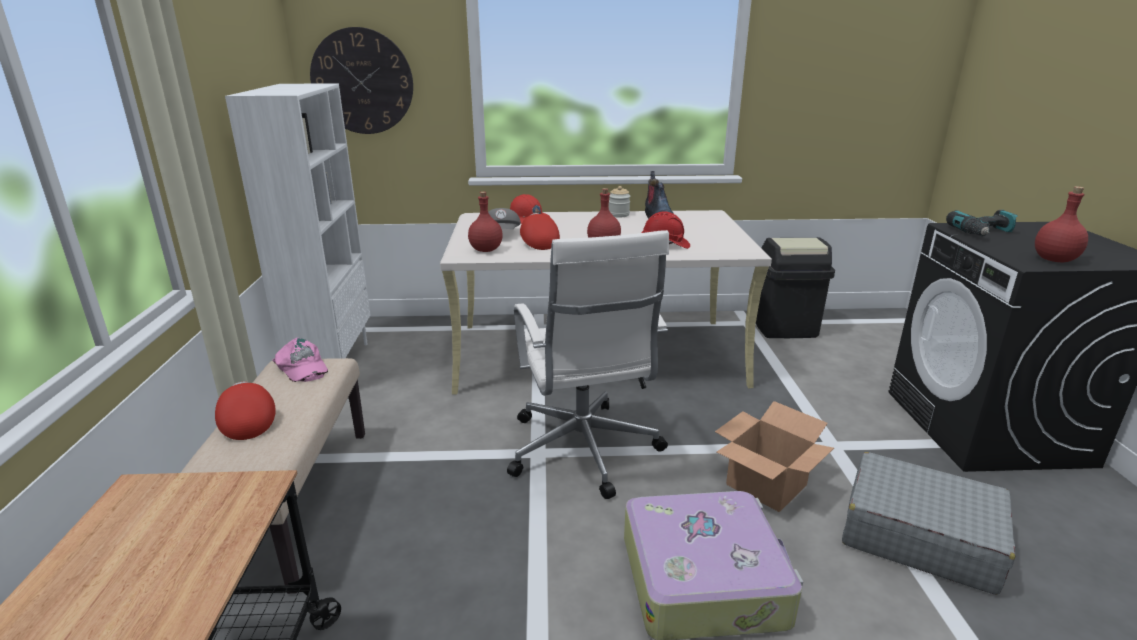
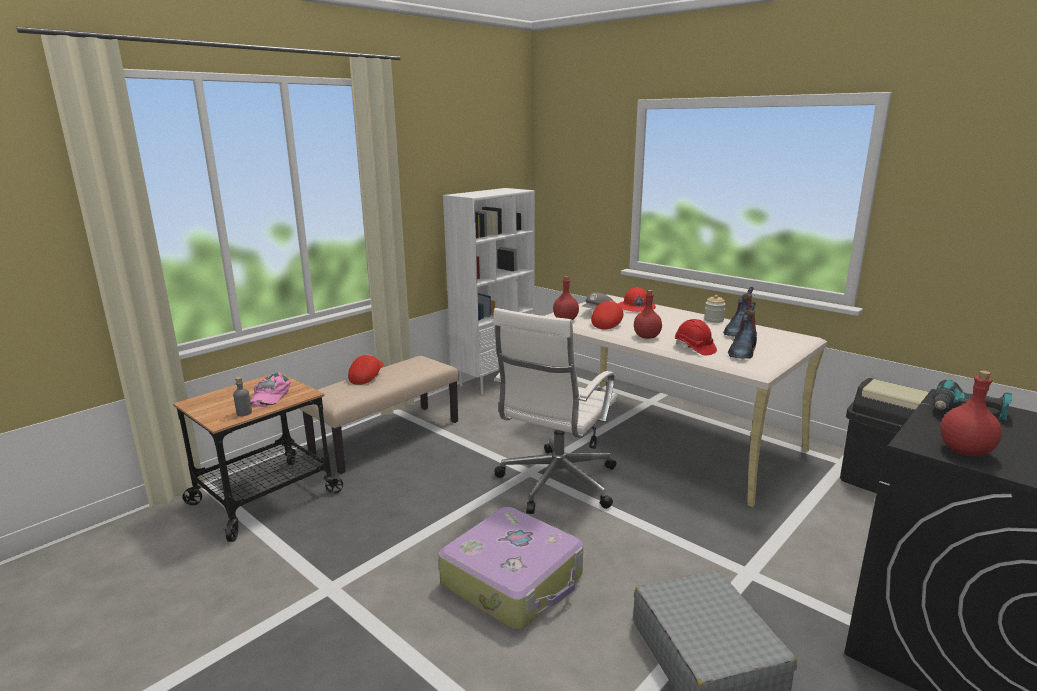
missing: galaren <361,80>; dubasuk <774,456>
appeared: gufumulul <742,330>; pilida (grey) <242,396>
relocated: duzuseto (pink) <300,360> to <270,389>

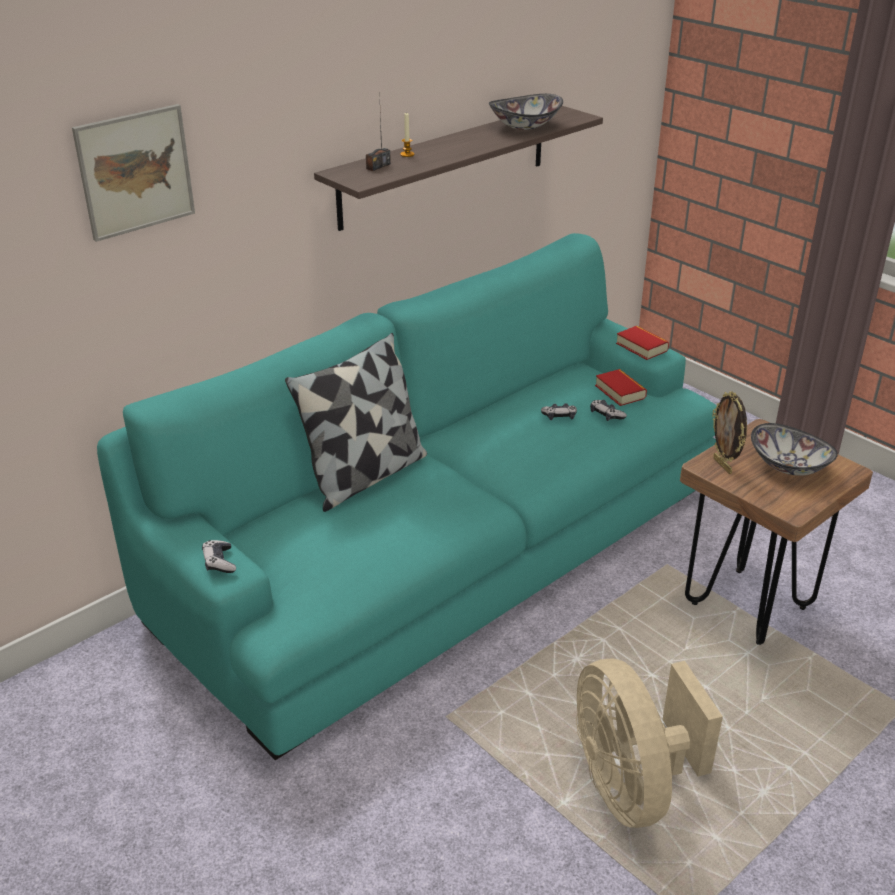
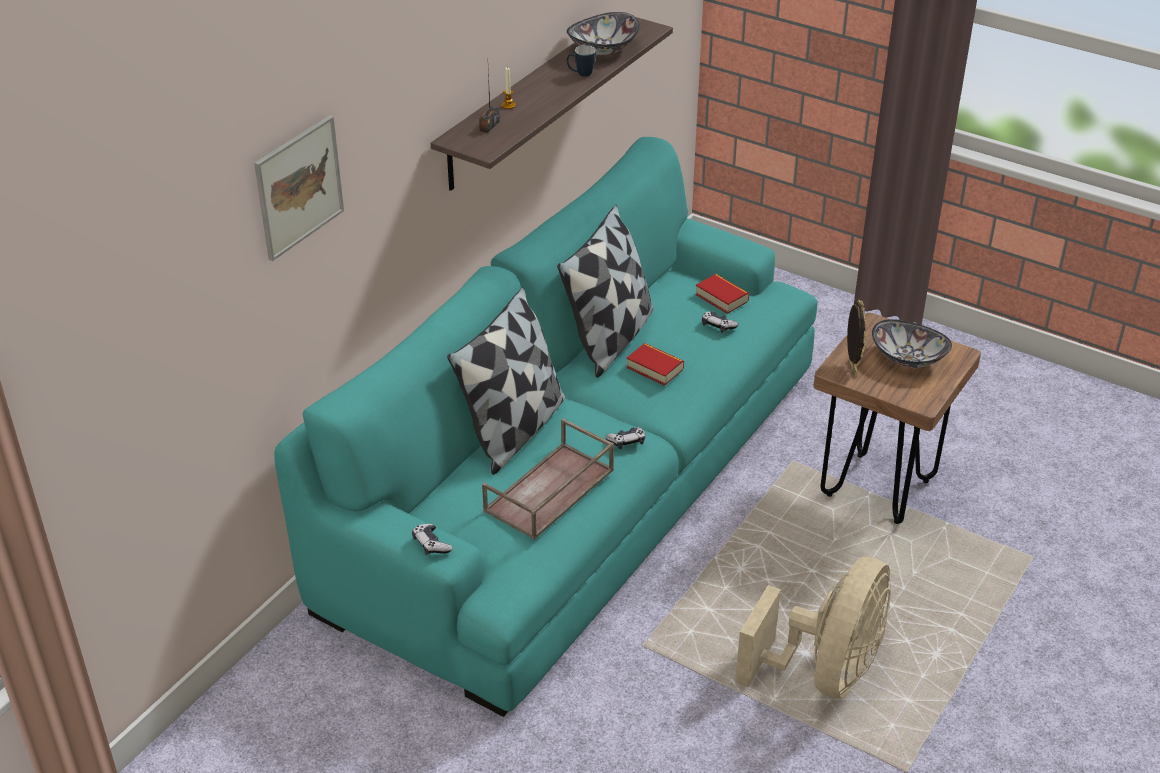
appeared: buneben <581,61>; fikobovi <605,291>; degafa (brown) <548,479>
relocated: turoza <642,343> to <655,364>; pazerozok <559,411> to <625,438>
spun: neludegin <729,432> = <856,338> 150 degrees counterclockwise; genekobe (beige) <649,743> = <813,628> 120 degrees counterclockwise

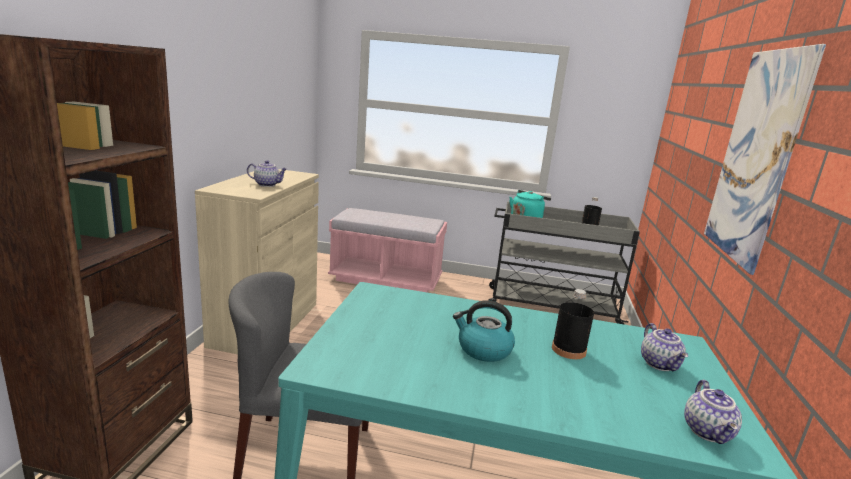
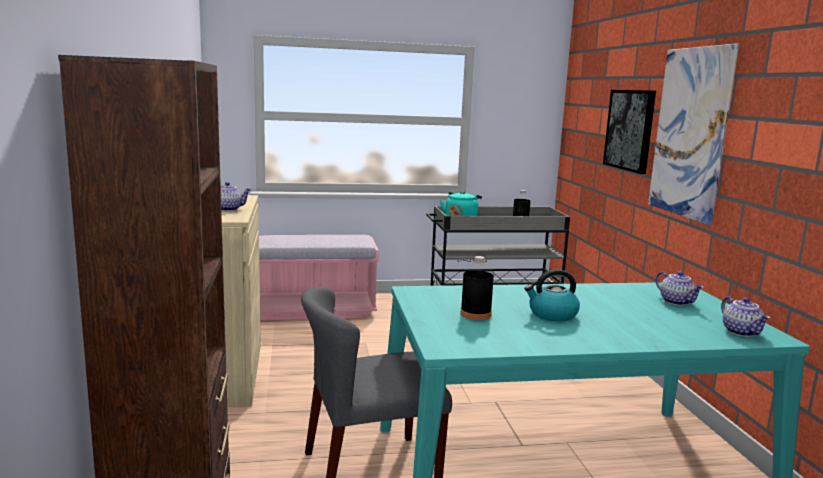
appeared: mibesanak <629,132>
relocated: pilida (black) <573,324> to <477,288>

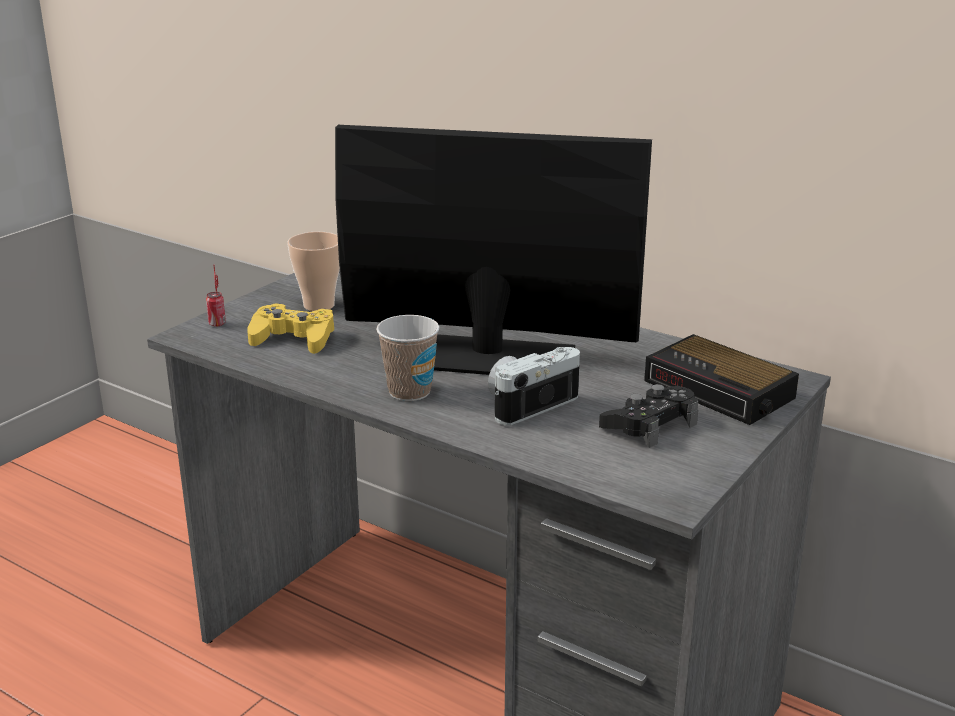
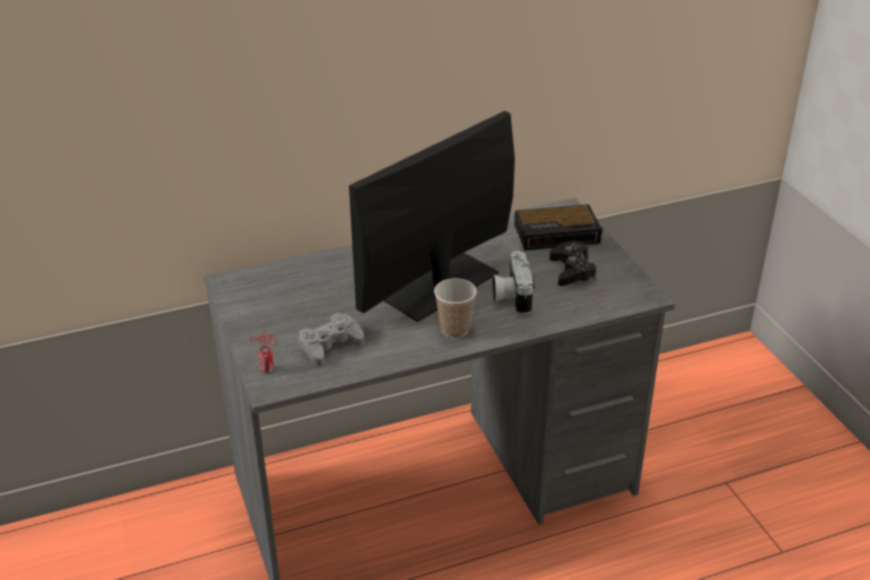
missing: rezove <313,271>
colour: pazerozok (yellow) <290,328> to pazerozok (grey) <331,340>

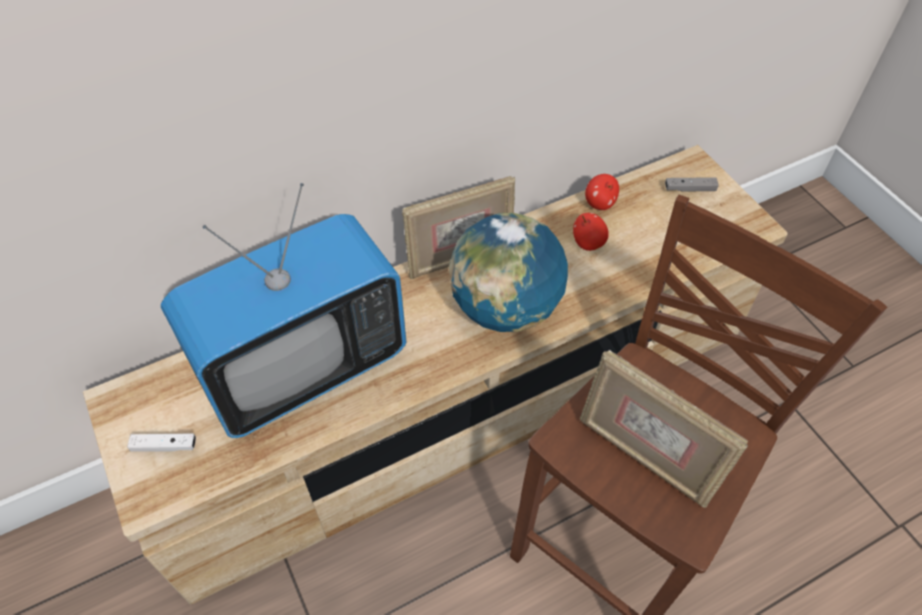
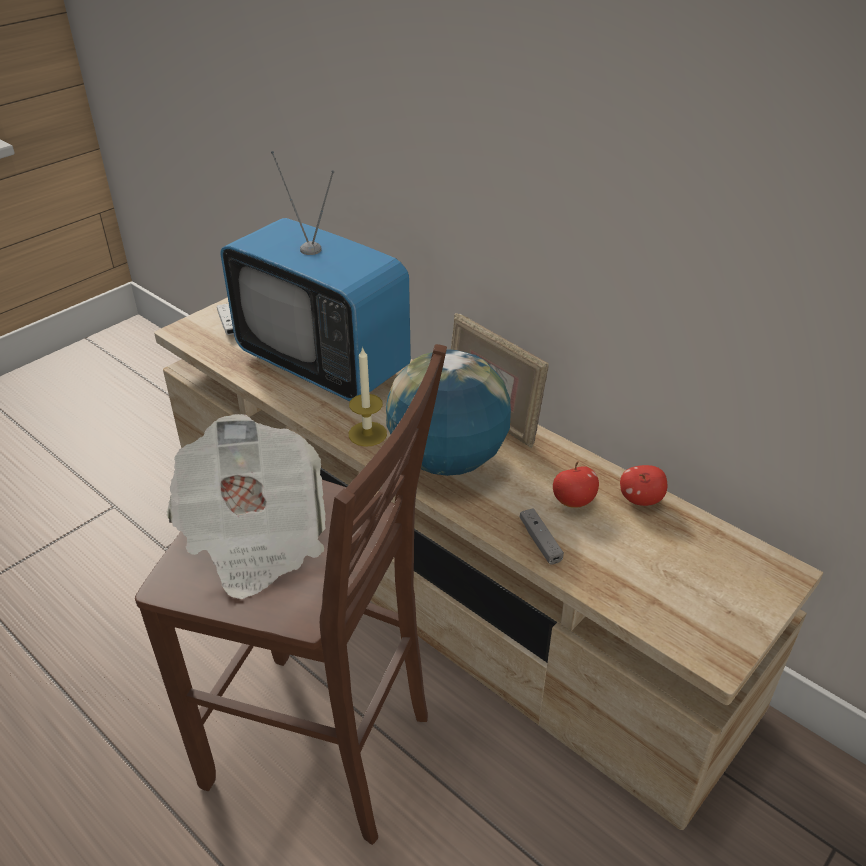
appeared: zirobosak <368,396>
relocated: pazerozok (grey) <692,184> to <541,536>
exchanged: neludegin <664,429> to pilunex <246,506>

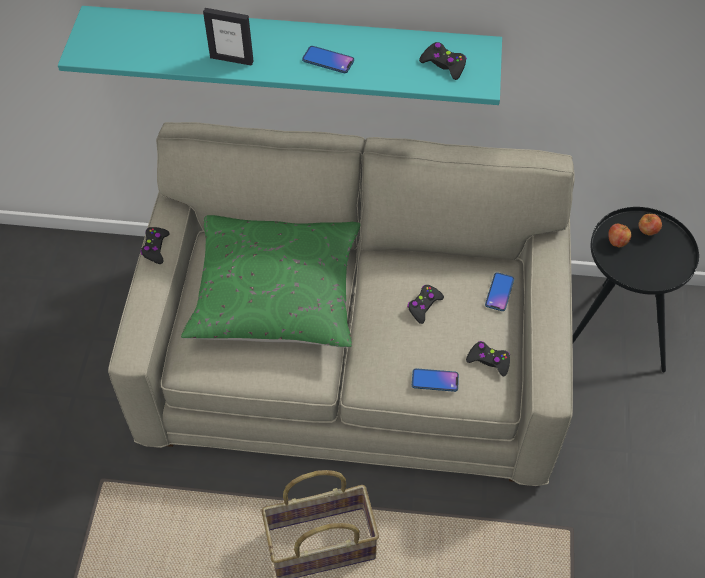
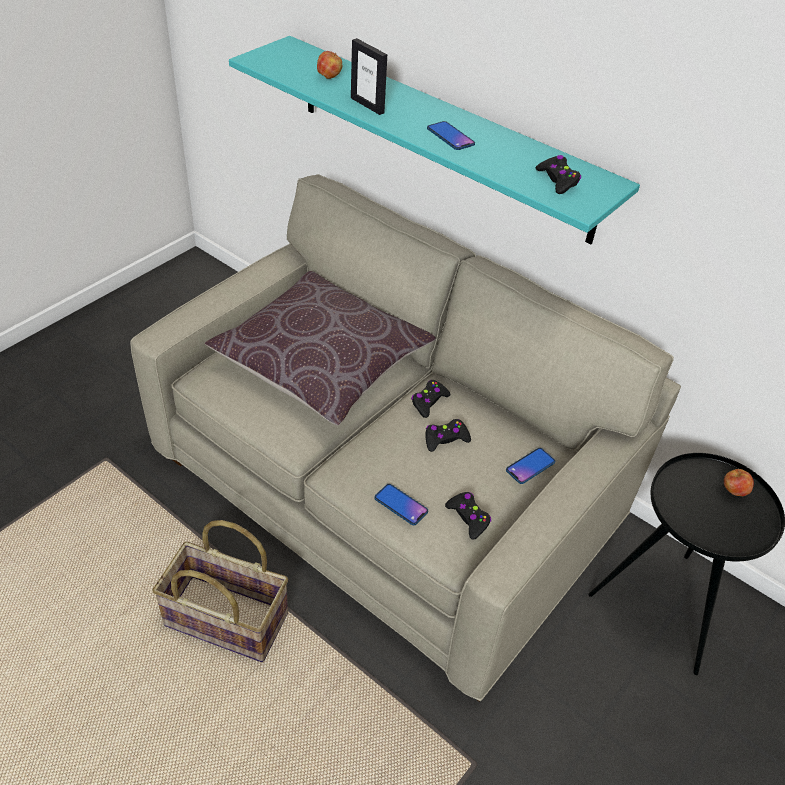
relocated: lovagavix <620,236> to <329,65>; pazerozok (black) <155,245> to <431,399>
colour: fikobovi (green) <270,281> to fikobovi (brown) <320,348>

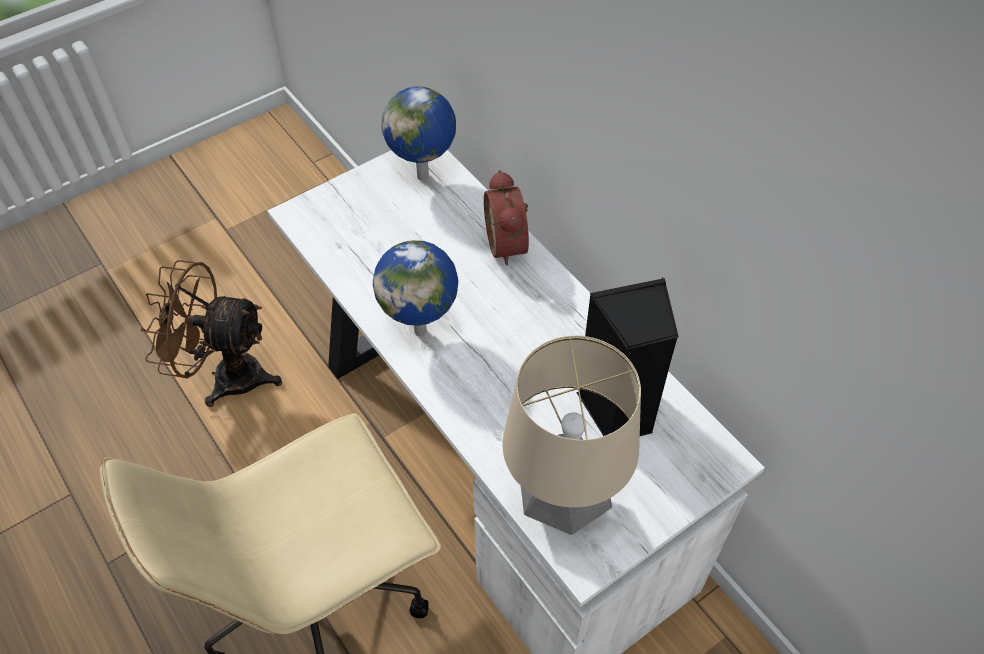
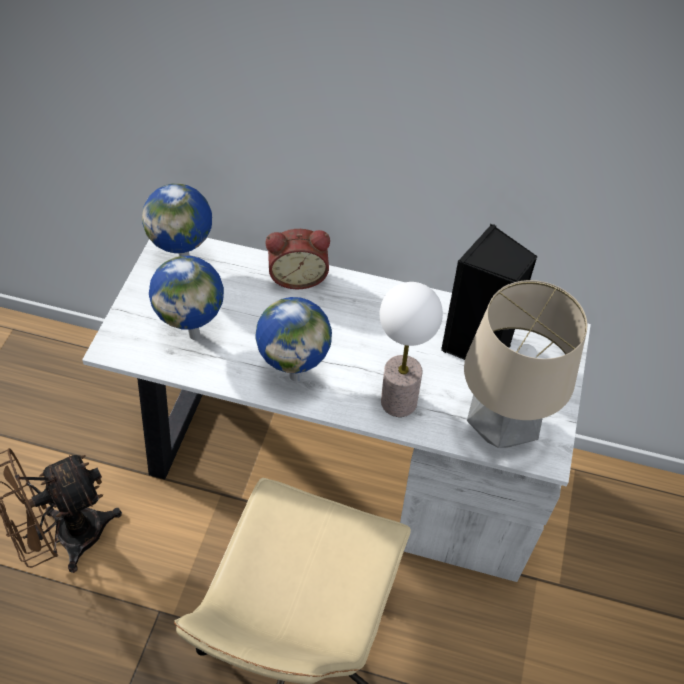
appeared: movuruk <186,298>; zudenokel <411,349>
spun: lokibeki <506,218> = <298,259> 45 degrees counterclockwise

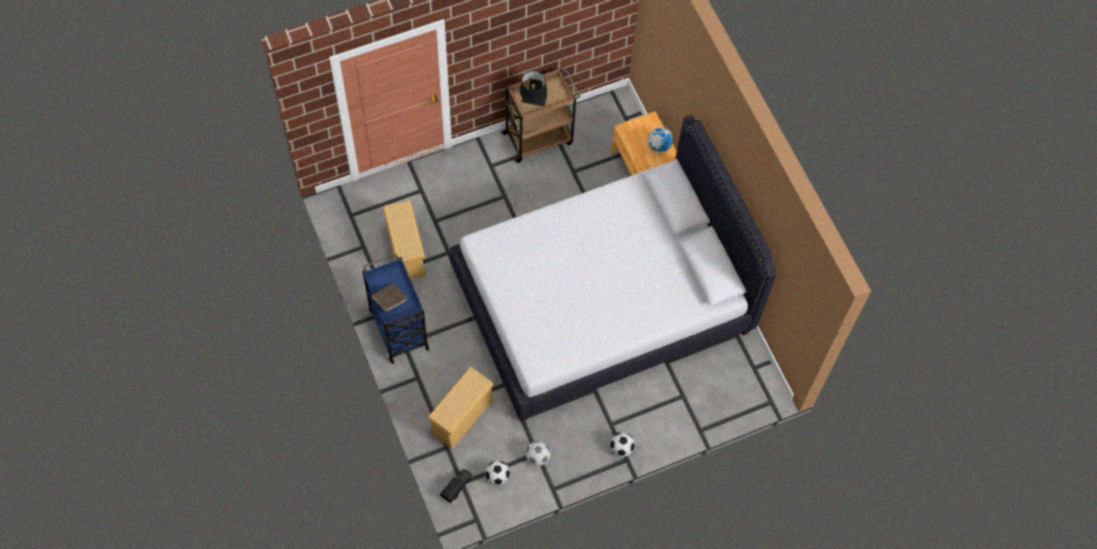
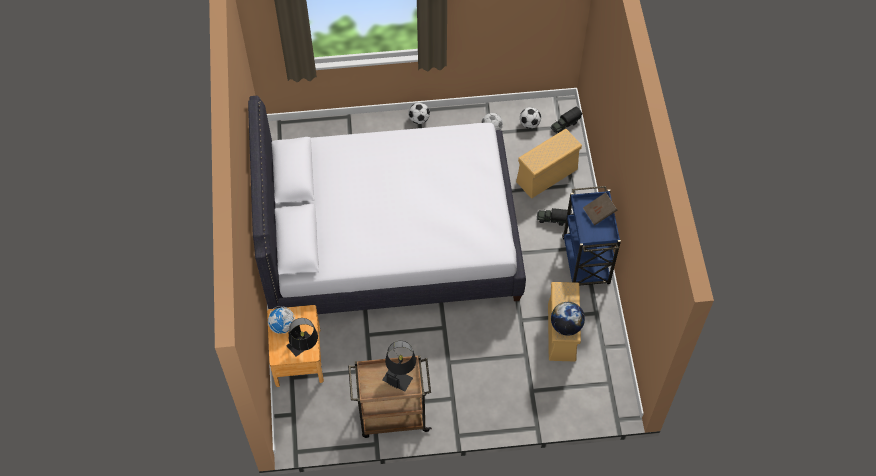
appeared: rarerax <554,217>; movuruk <568,319>; zudenokel (black) <302,337>

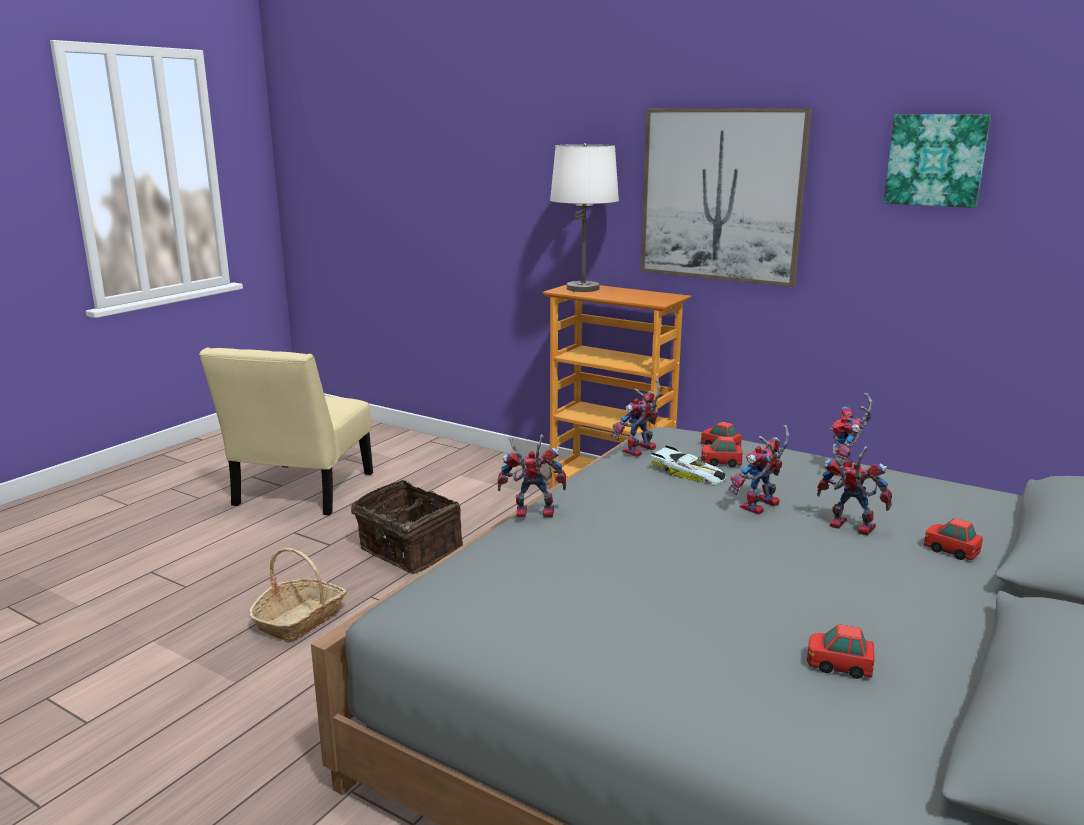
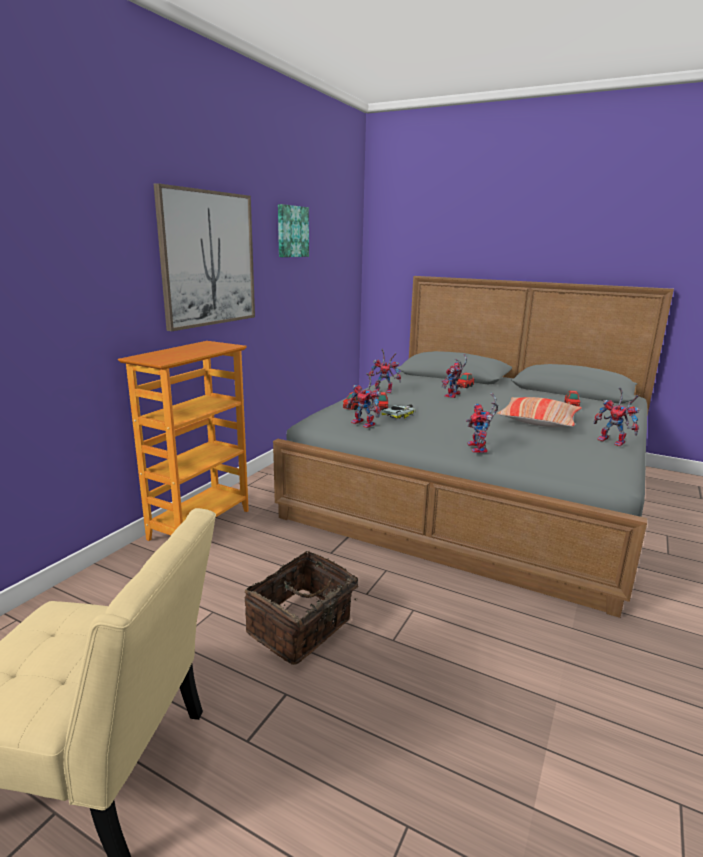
missing: zudenokel (white) <584,217>; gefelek <298,595>
appeared: fikobovi <539,412>
relocated: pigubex <759,469> to <616,416>

